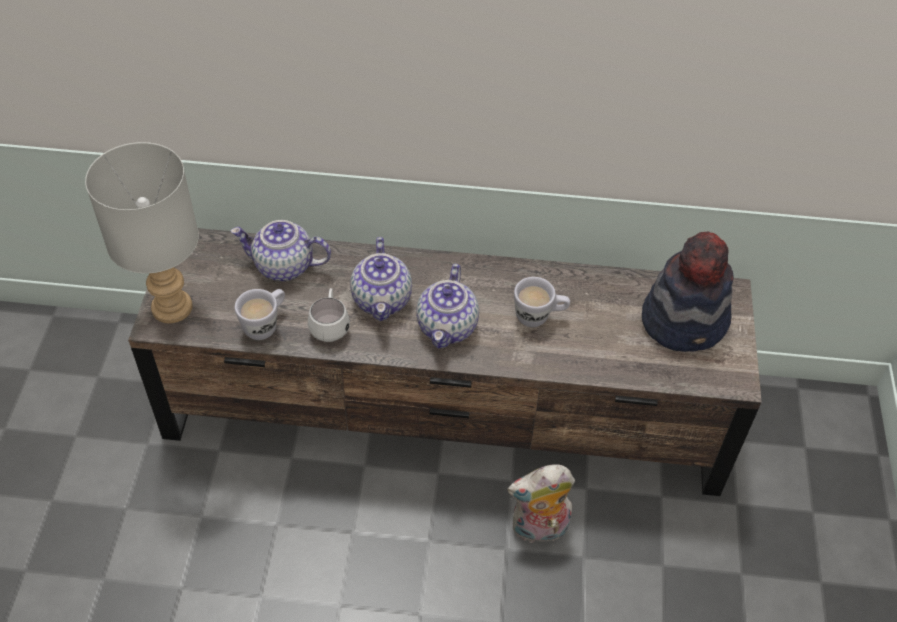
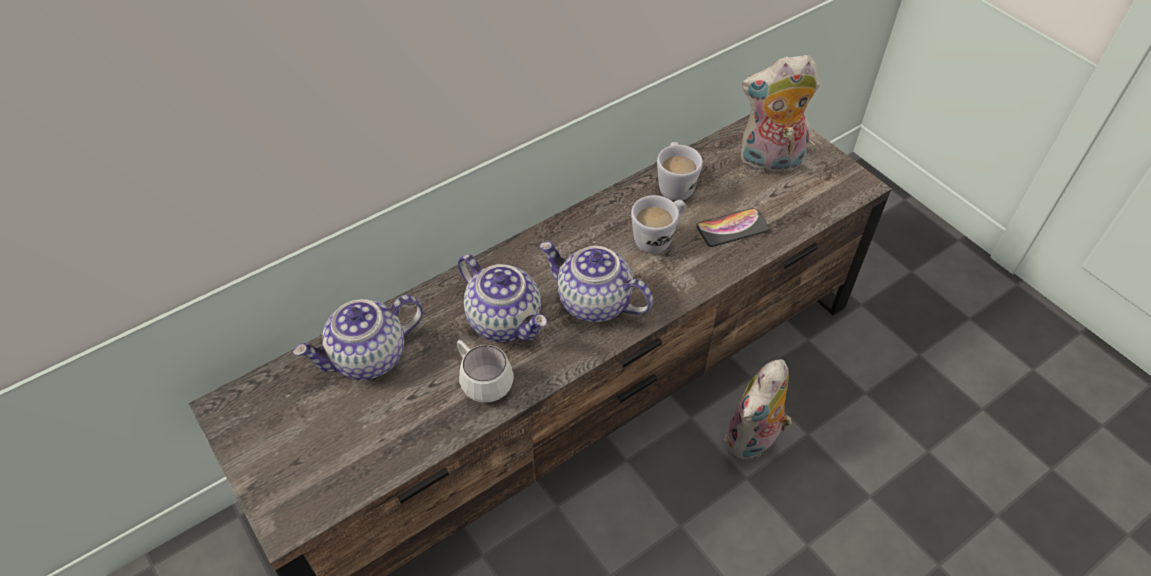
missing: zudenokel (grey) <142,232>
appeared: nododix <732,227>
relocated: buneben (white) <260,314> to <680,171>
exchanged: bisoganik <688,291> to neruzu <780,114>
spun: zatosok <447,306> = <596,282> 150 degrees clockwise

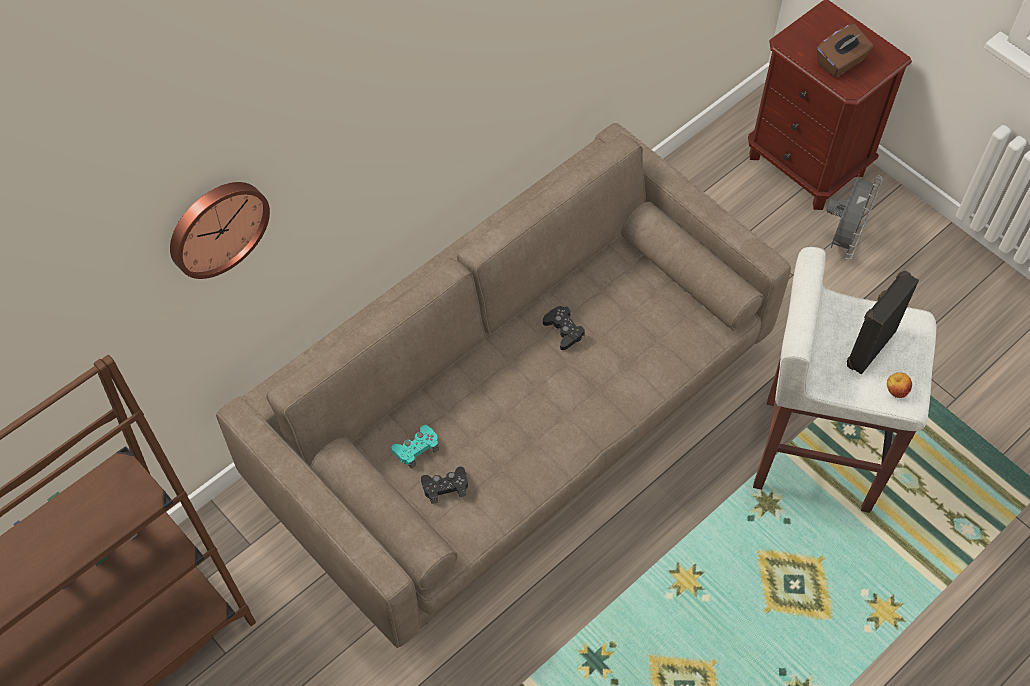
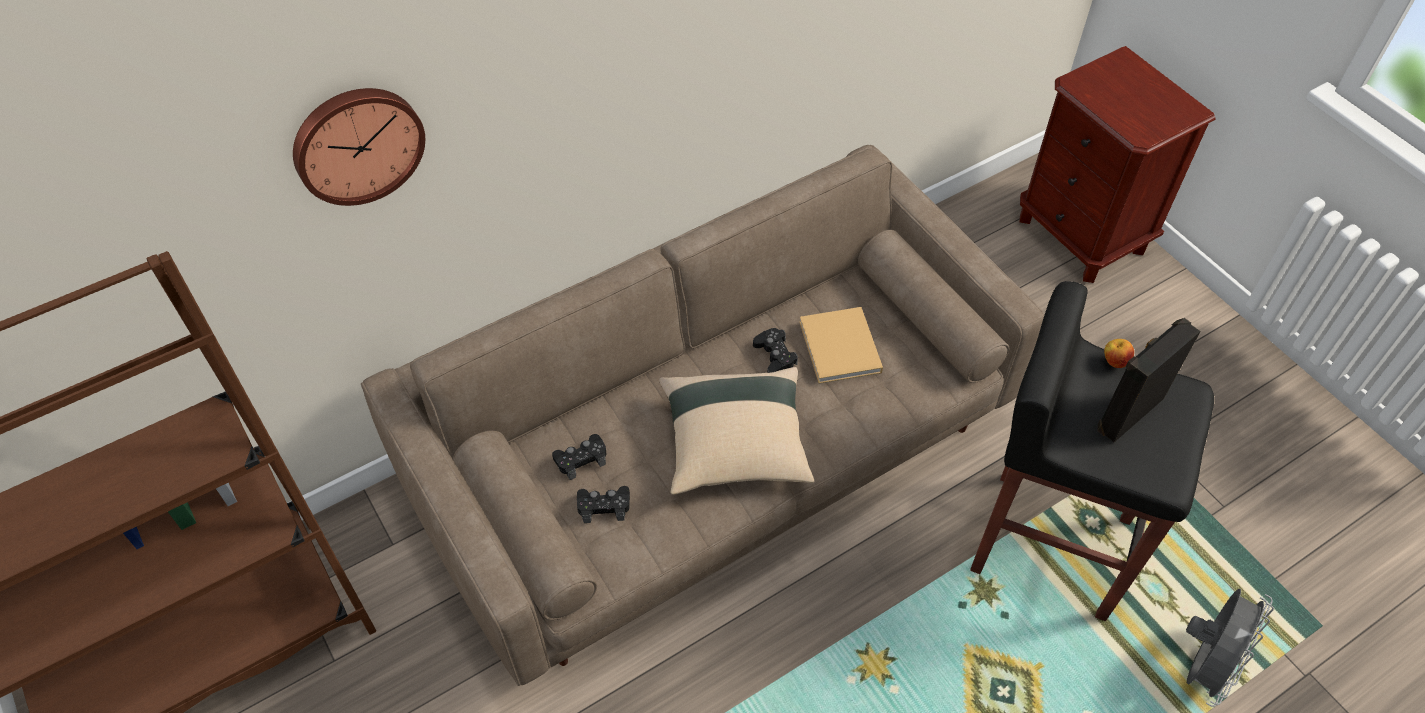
missing: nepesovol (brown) <845,51>
appeared: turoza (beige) <841,345>; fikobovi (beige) <736,431>
relocated: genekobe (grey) <854,217> to <1230,648>; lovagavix <899,385> to <1119,353>
colour: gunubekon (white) <844,380> to gunubekon (black) <1092,451>; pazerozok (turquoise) <415,446> to pazerozok (black) <579,457>

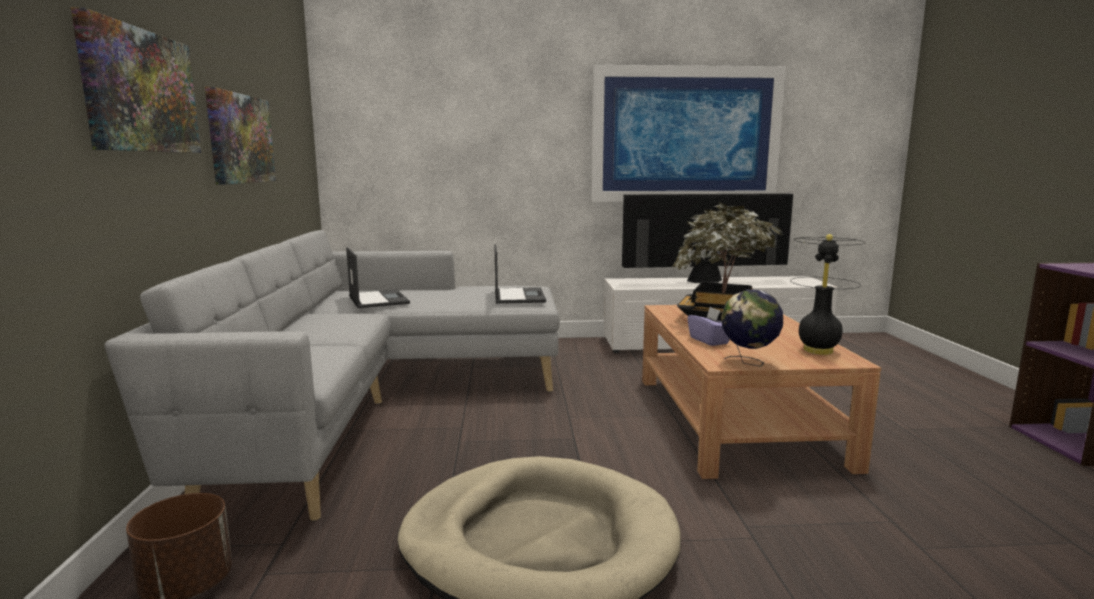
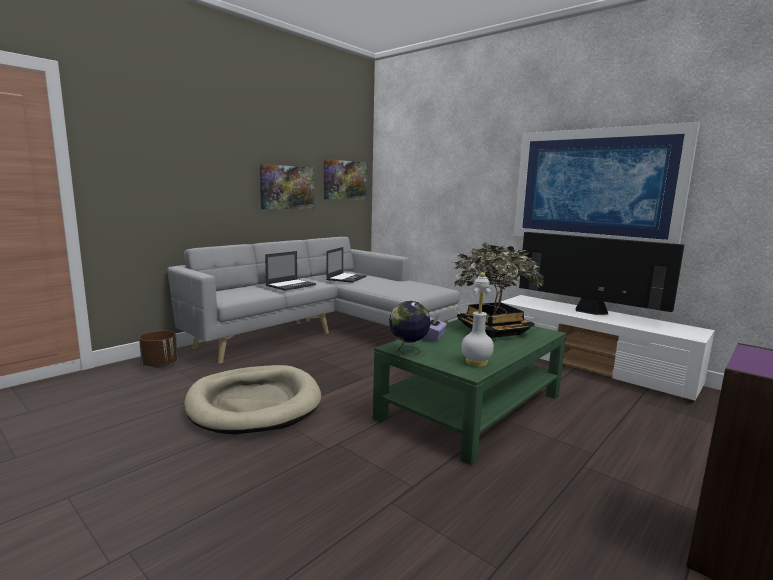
relocated: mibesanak <136,80> to <345,179>; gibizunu <520,274> to <290,271>
colour: zudenokel (black) <828,294> to zudenokel (white) <482,319>; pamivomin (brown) <761,392> to pamivomin (green) <469,392>

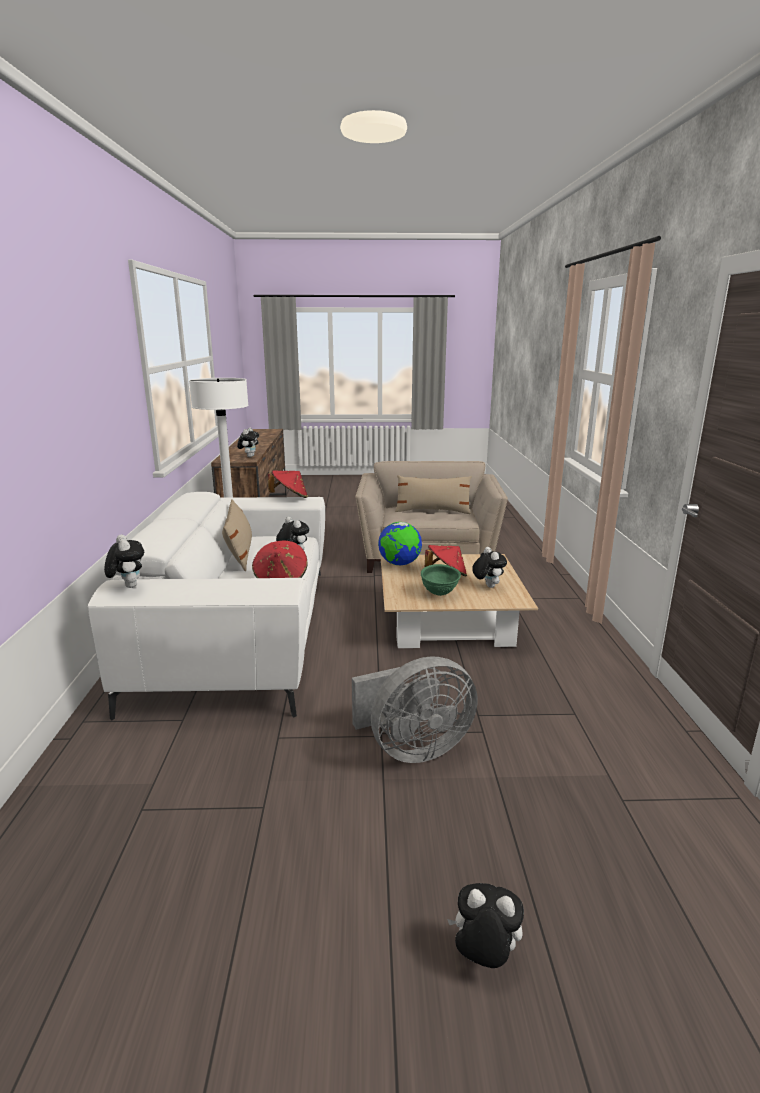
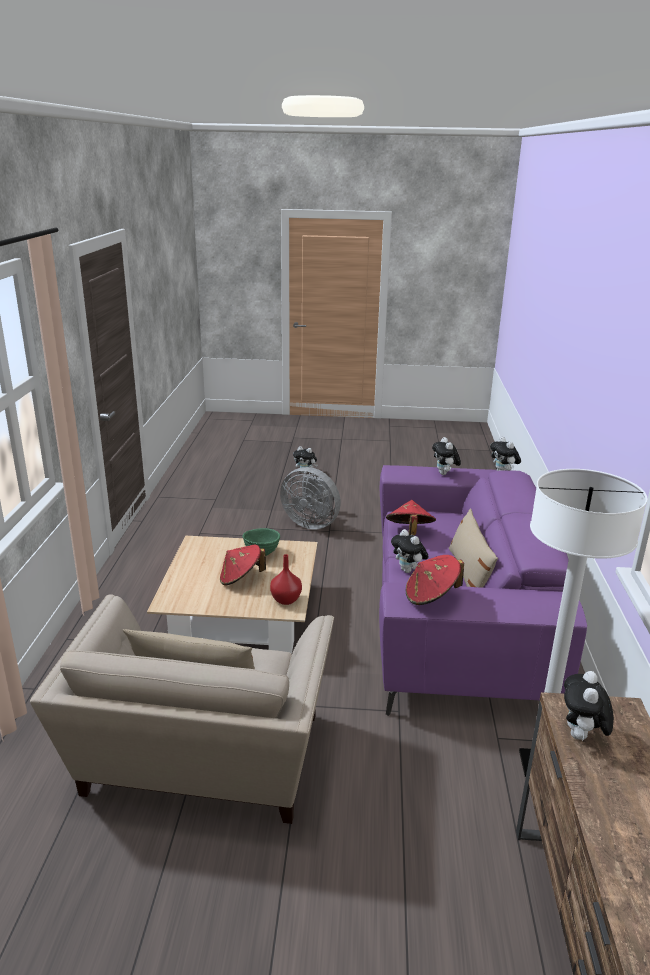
relocated: neruzu <489,567> to <446,456>
exchanged: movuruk <400,543> to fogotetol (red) <286,579>
colour: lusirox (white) <206,606> to lusirox (purple) <483,590>
spun: genekobe (grey) <415,709> = <310,498> 135 degrees counterclockwise

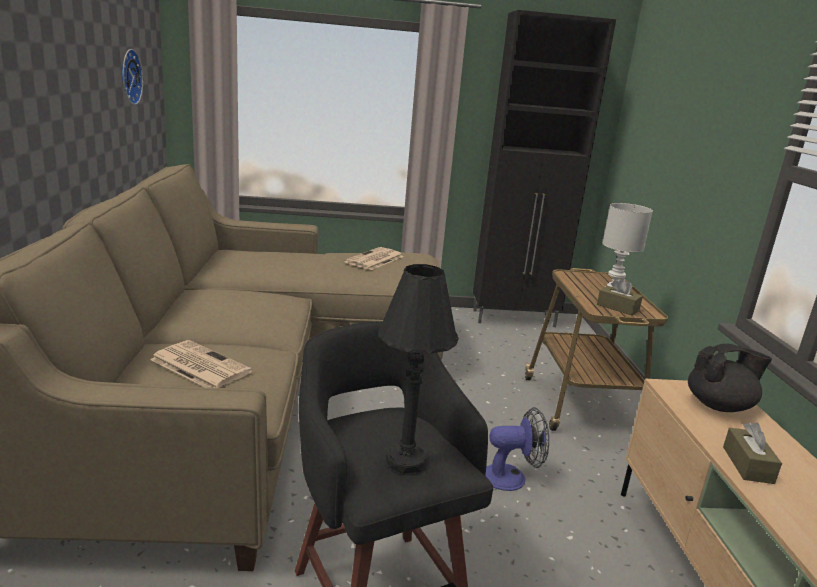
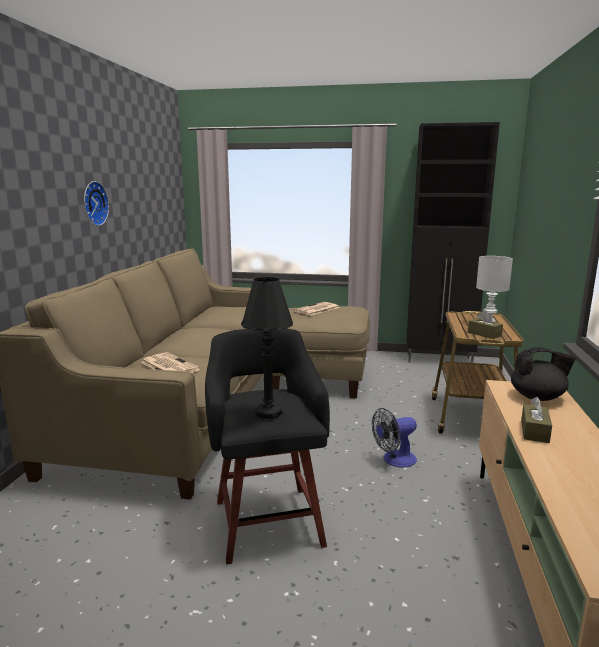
relocated: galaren <132,77> to <96,203>
spun: genekobe <517,449> = <394,437> 150 degrees clockwise

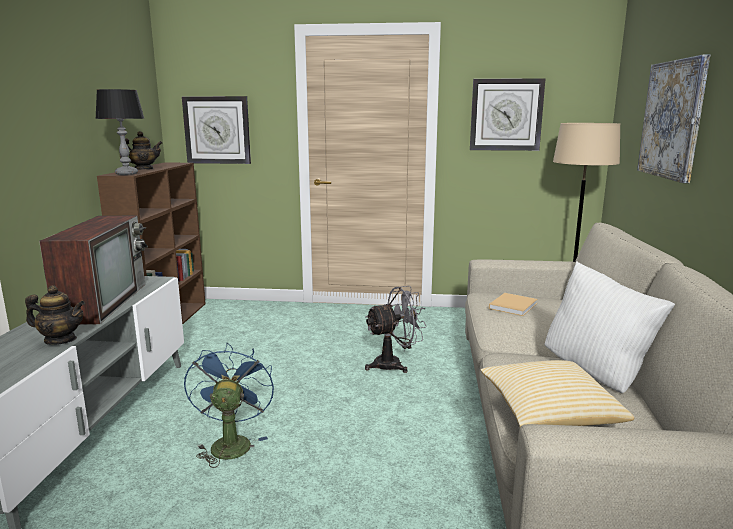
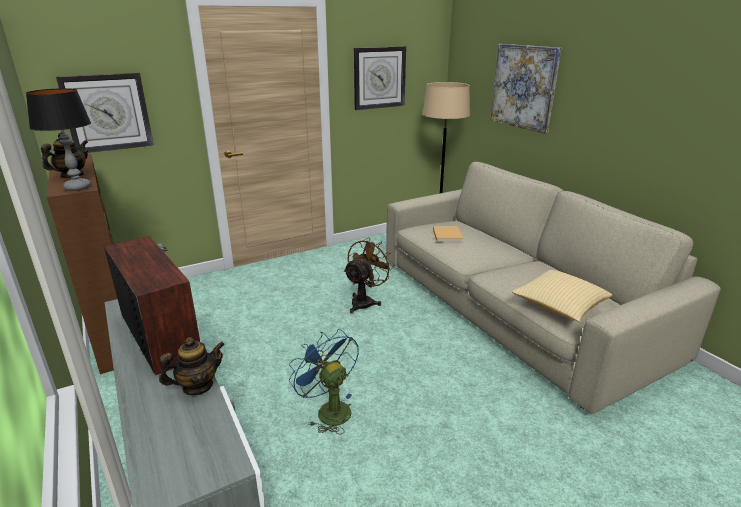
missing: fikobovi (white) <610,327>
colour: genekobe (grey) <396,329> to genekobe (brown) <368,275>

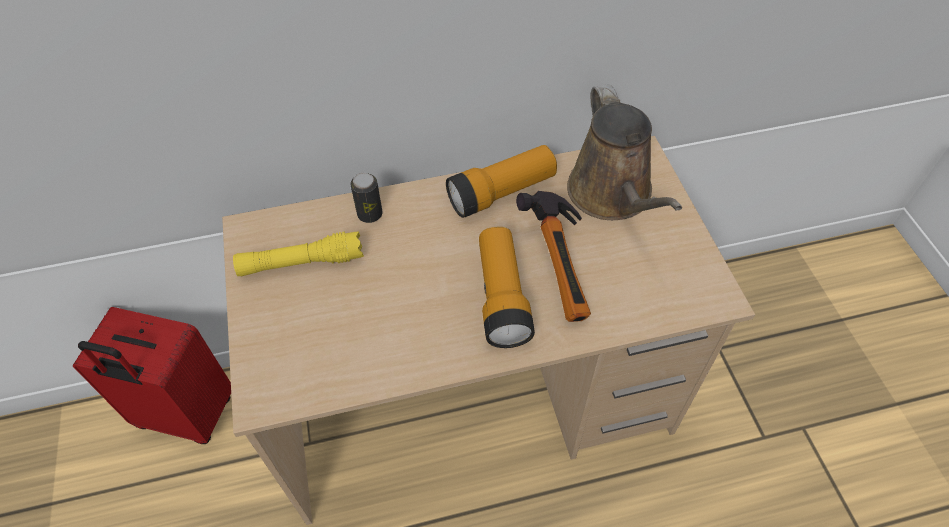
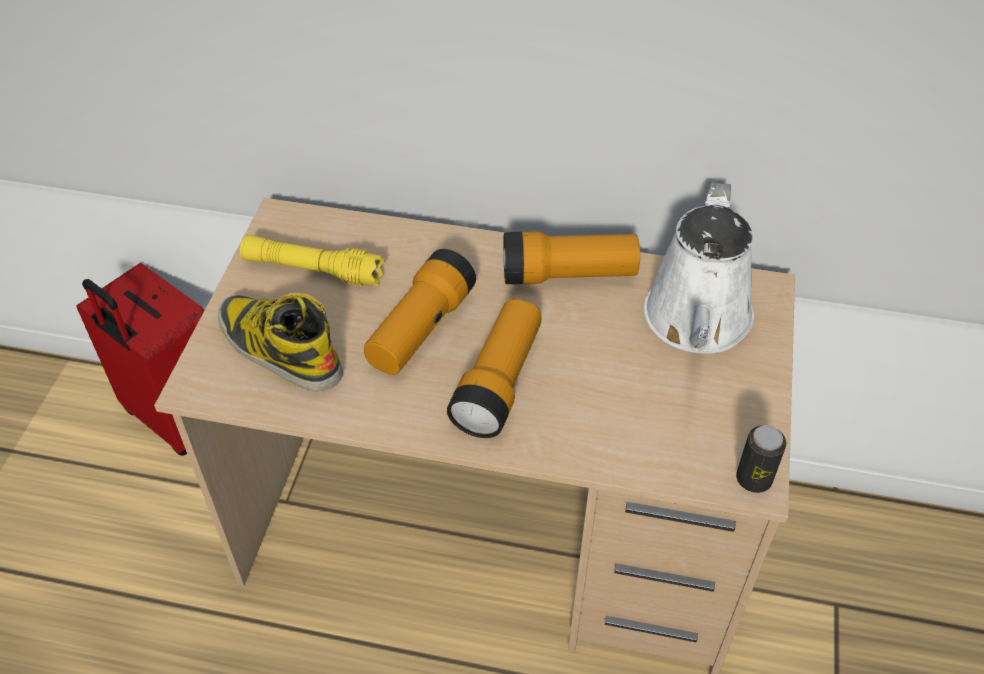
missing: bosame <553,256>
appeared: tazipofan <420,312>; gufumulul <280,342>
relocated: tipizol <366,198> to <761,459>
colour: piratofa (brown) <624,152> to piratofa (white) <699,268>

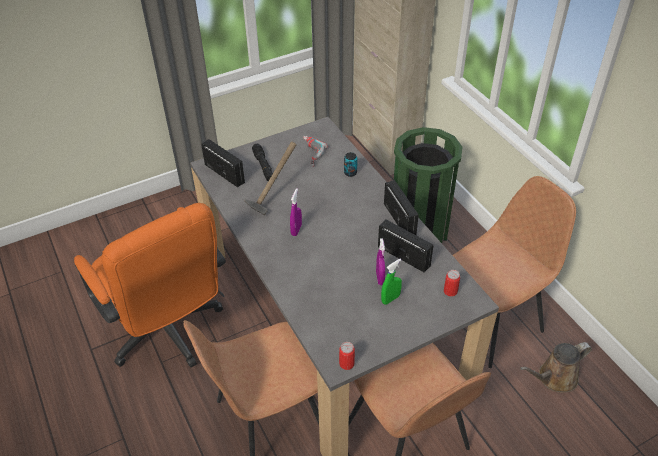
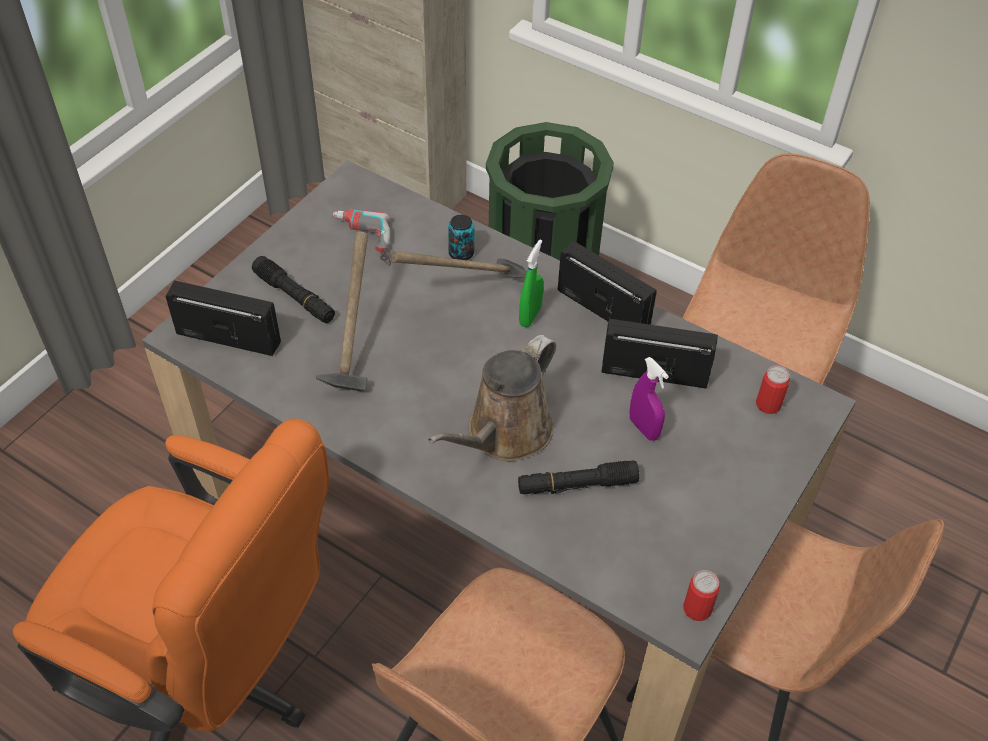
missing: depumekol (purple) <296,212>
appeared: bosame <459,264>; tazipofan (black) <579,477>
relocated: depumekol (green) <391,281> to <531,283>; piratofa (brown) <556,367> to <492,398>

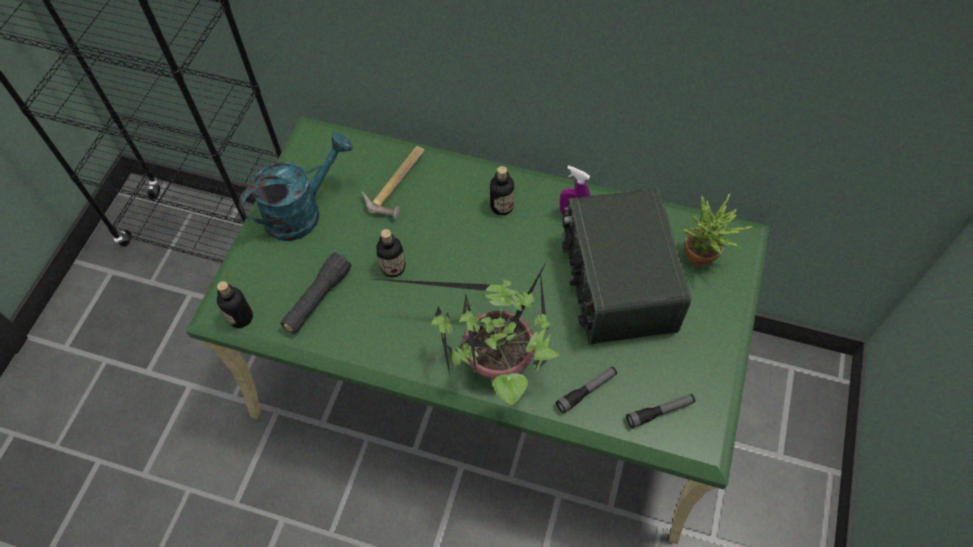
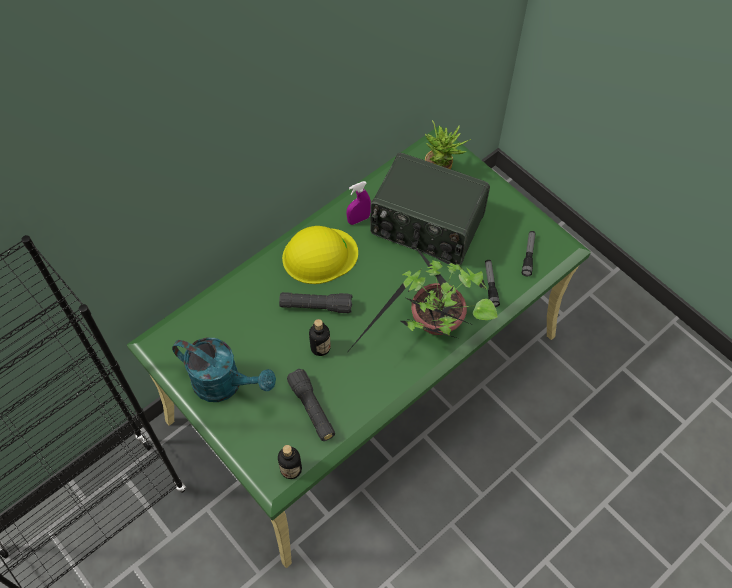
missing: bosame <393,183>
appeared: tazipofan (black) <316,302>
exchanged: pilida <502,190> to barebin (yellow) <320,255>
spun: piratofa (turquoise) <296,186> = <224,369> 120 degrees clockwise

